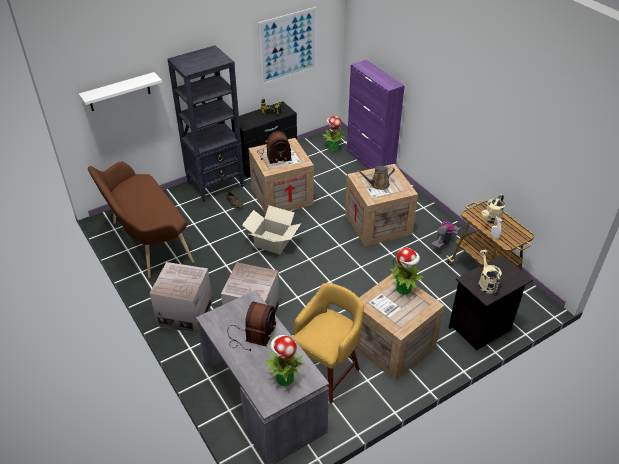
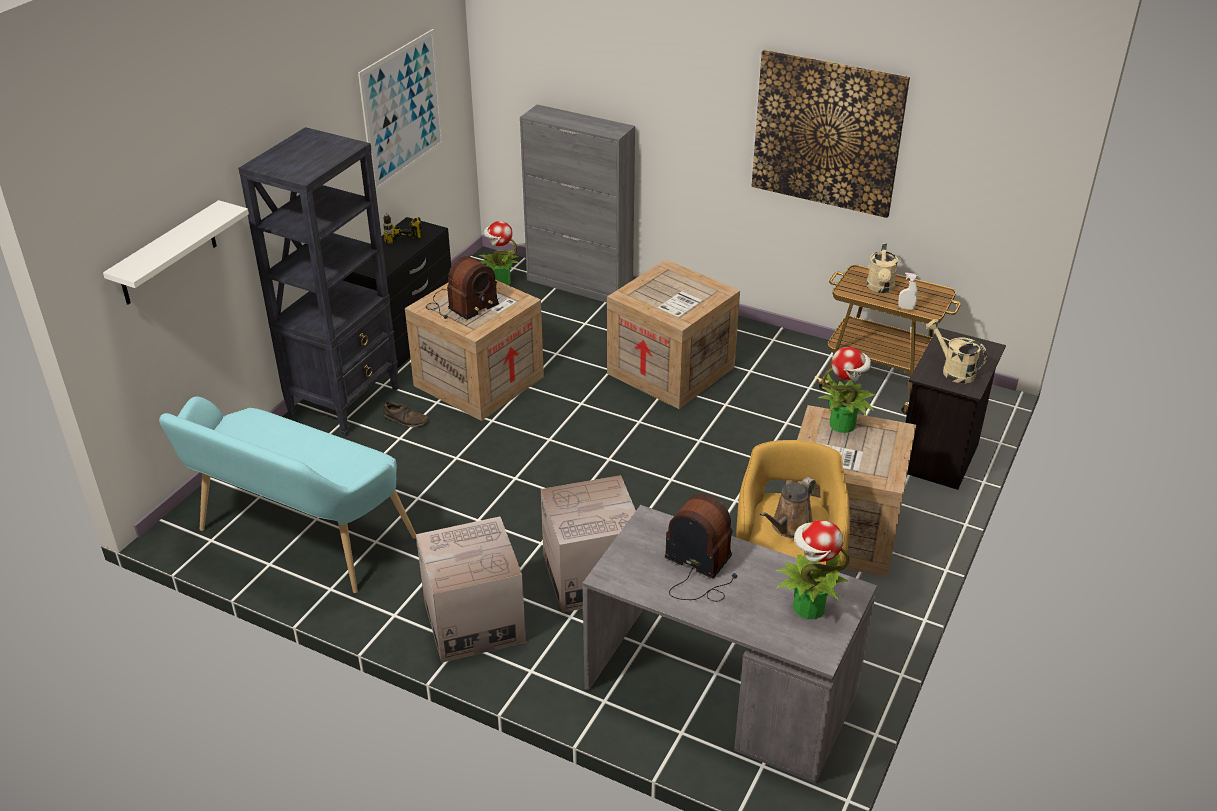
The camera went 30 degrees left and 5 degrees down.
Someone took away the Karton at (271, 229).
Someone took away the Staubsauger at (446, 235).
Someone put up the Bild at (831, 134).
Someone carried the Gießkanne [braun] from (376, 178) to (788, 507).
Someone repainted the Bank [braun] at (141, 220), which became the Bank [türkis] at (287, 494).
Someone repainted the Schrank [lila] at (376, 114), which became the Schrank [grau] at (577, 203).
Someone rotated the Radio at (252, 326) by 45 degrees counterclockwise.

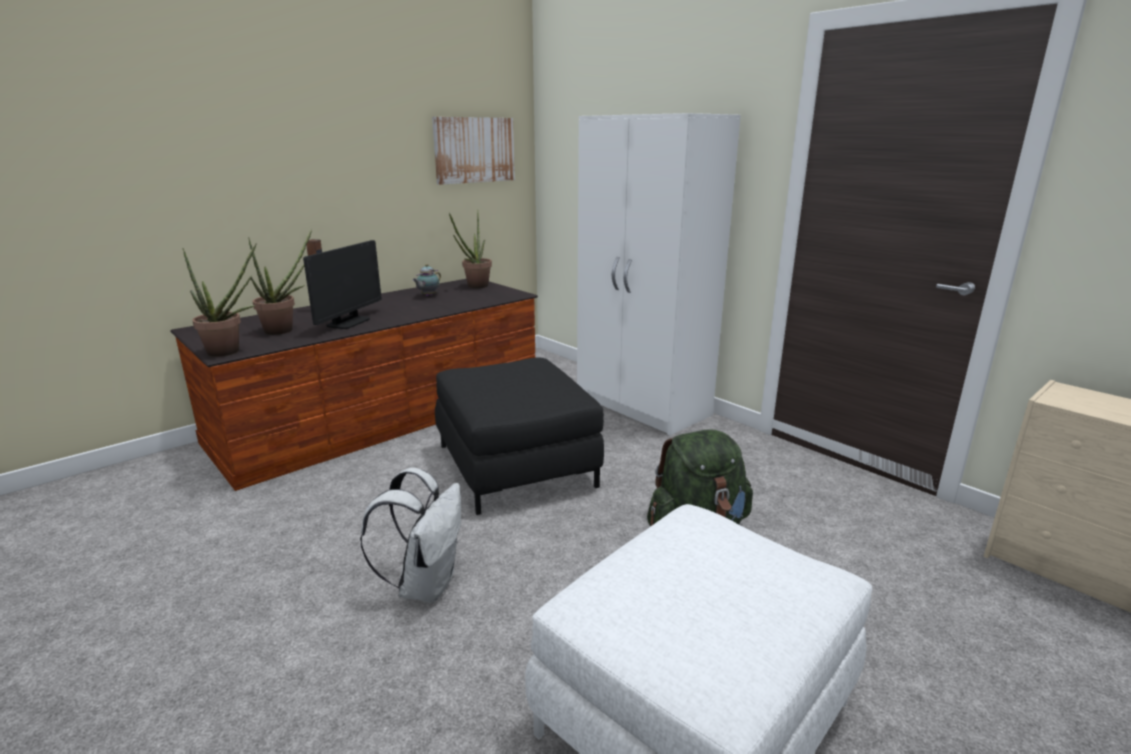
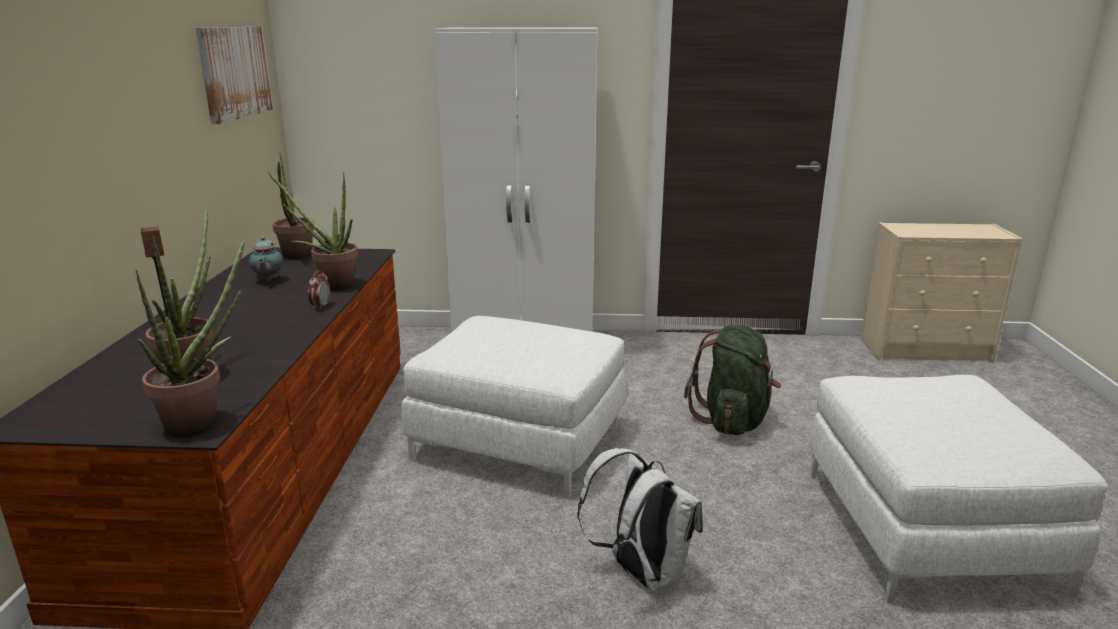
The camera went 45 degrees left and 0 degrees up.
Someone took away the Monitor at (342, 284).
Someone put down the Topfpflanze at (312, 231).
Someone put down the Wecker at (319, 290).
Someone repainted the Polsterhocker [schwarz] at (519, 436), which became the Polsterhocker [weiß] at (514, 407).

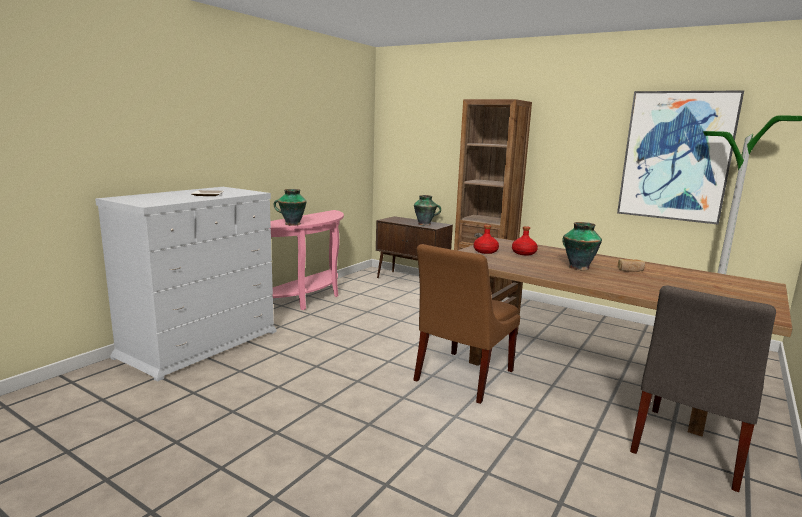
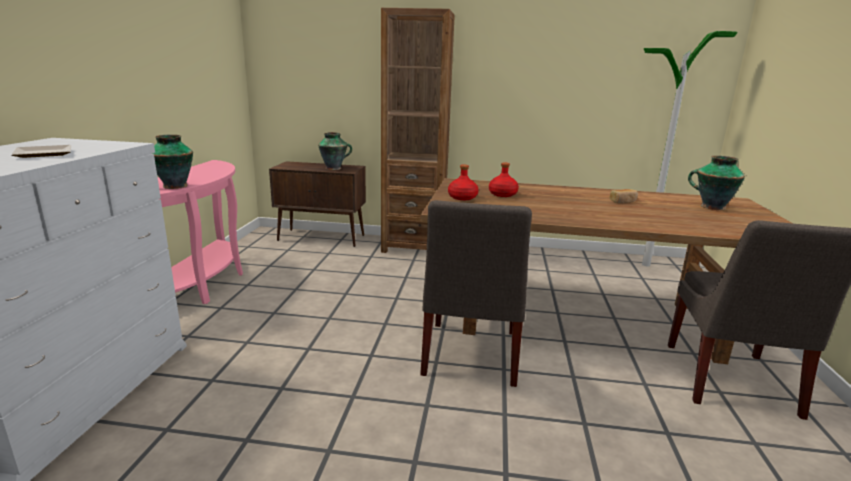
The camera went 25 degrees left and 5 degrees up.
Someone took away the Bild at (680, 157).
Someone carried the Vase from (582, 246) to (716, 183).
Someone repainted the Stuhl [braun] at (466, 324), which became the Stuhl [grau] at (476, 293).

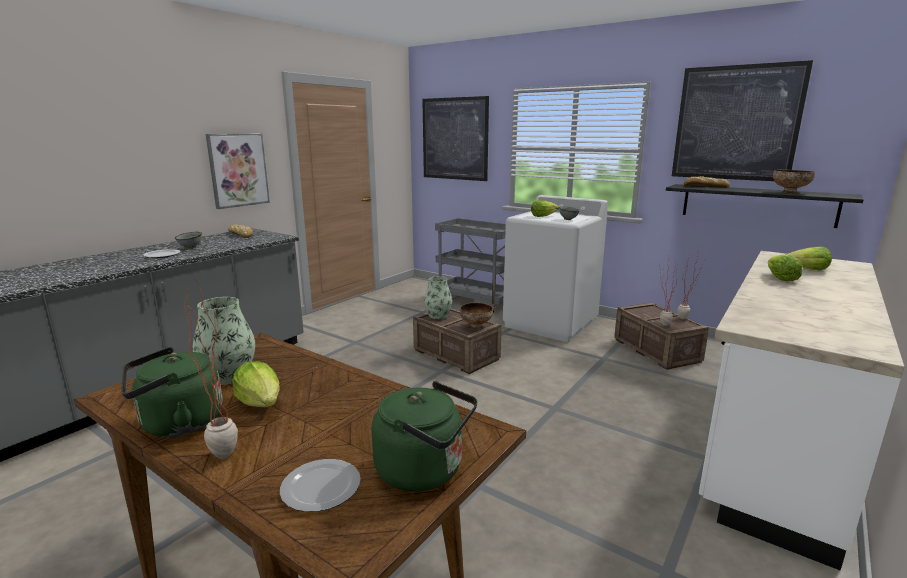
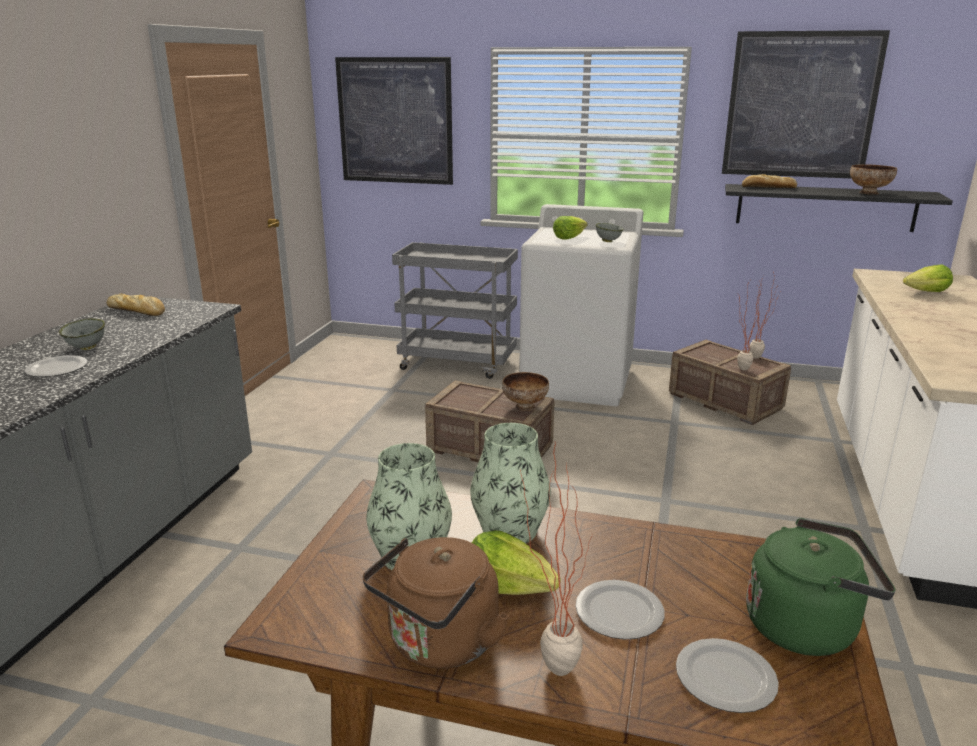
The camera went 20 degrees left and 5 degrees up.
Someone took away the Bild at (238, 171).
Someone took away the Salatkopf at (785, 268).
Someone put down the Teller at (620, 609).
Someone carried the Vase from (438, 297) to (510, 483).
Someone repainted the Wasserkessel [grün] at (172, 392), which became the Wasserkessel [braun] at (436, 603).

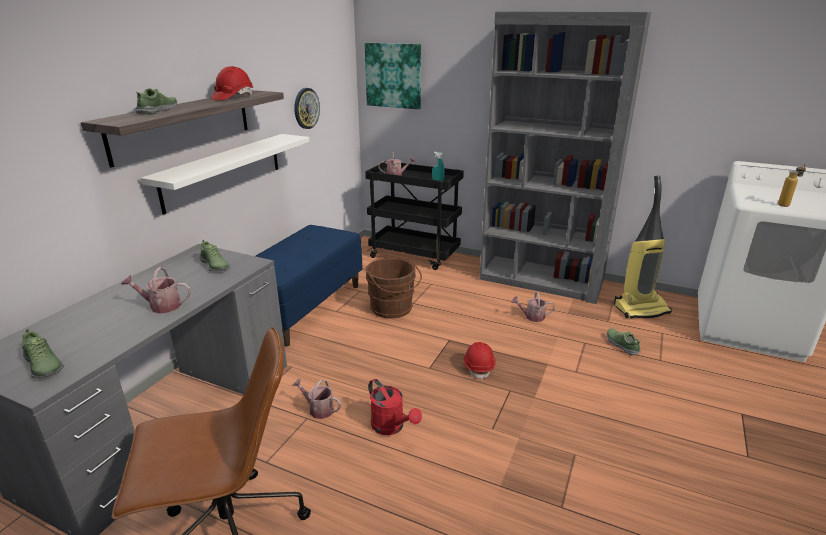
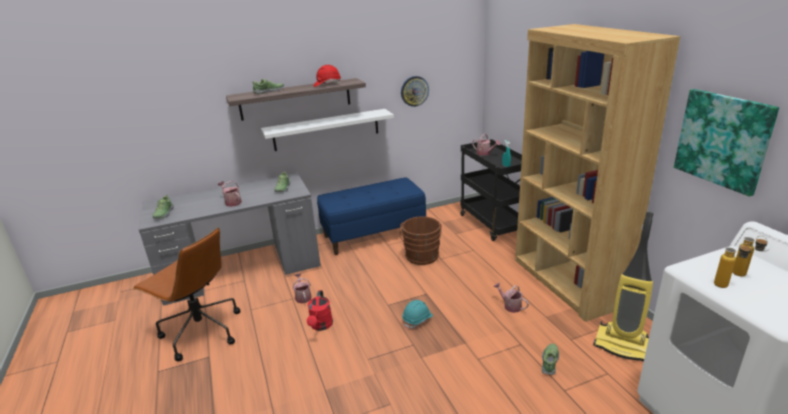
The camera went 45 degrees right and 0 degrees up.
Someone put down the Flasche at (750, 256).
Someone carried the Bild from (393, 76) to (726, 142).
Someone repainted the Schutzhelm [rot] at (480, 361), which became the Schutzhelm [türkis] at (417, 314).
Someone repainted the Bücherregal [grau] at (565, 157), which became the Bücherregal [braun] at (598, 173).

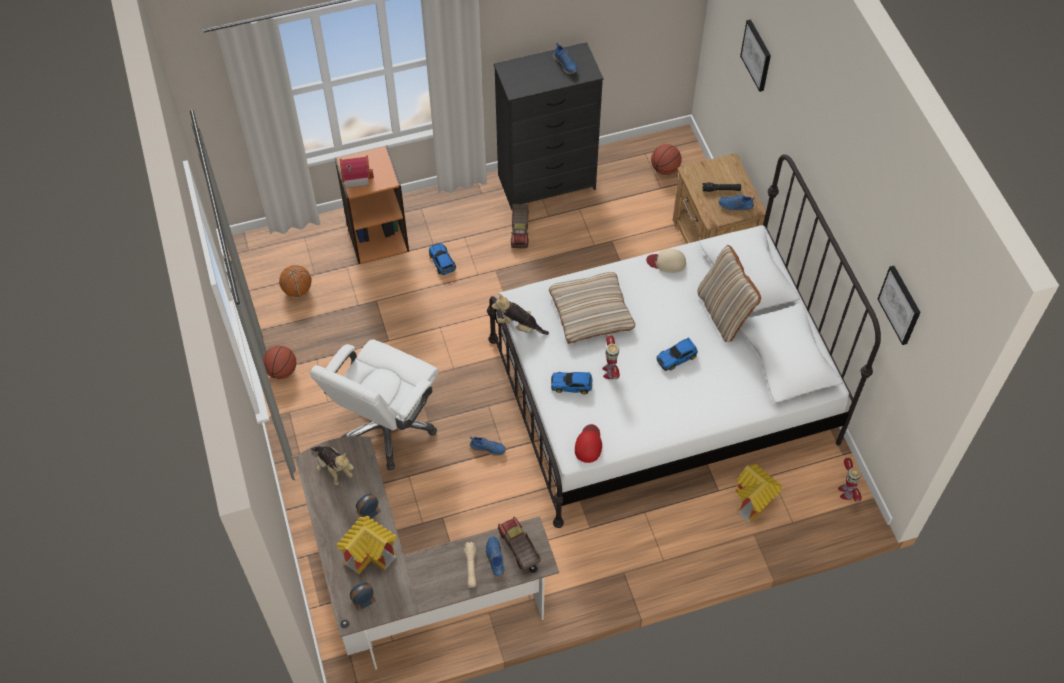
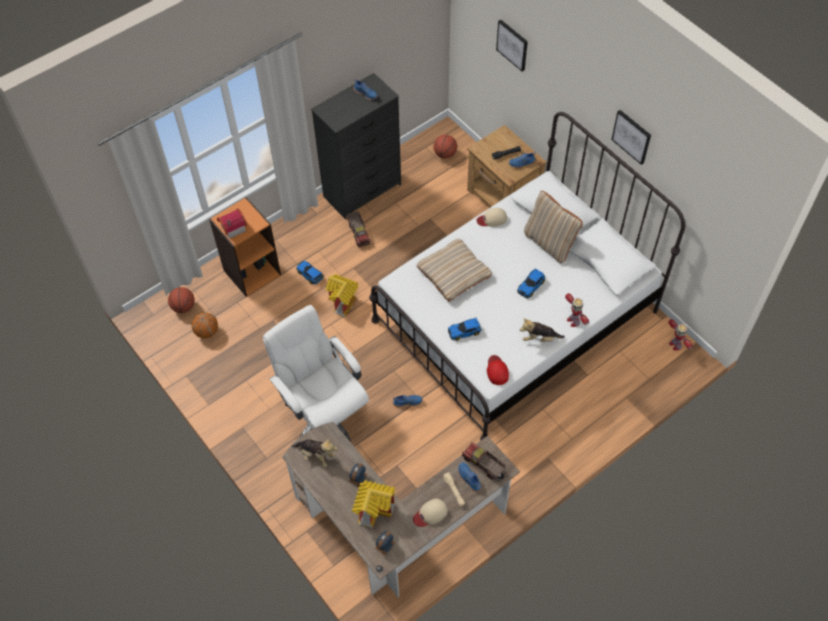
The camera went 20 degrees left and 0 degrees up.
Someone put down the Kappe [beige] at (430, 513).
Someone carried the Basketball from (279, 362) to (181, 300).
Someone carried the Plüschtier from (520, 314) to (542, 330).
Someone carried the Spielzeugroboter from (611, 357) to (577, 310).
Someone carried the Spielzeughaus from (759, 493) to (342, 295).
Someone carried the Bild from (899, 305) to (631, 137).
Someone rotated the Bürostuhl [weiß] at (374, 404) by 135 degrees clockwise.

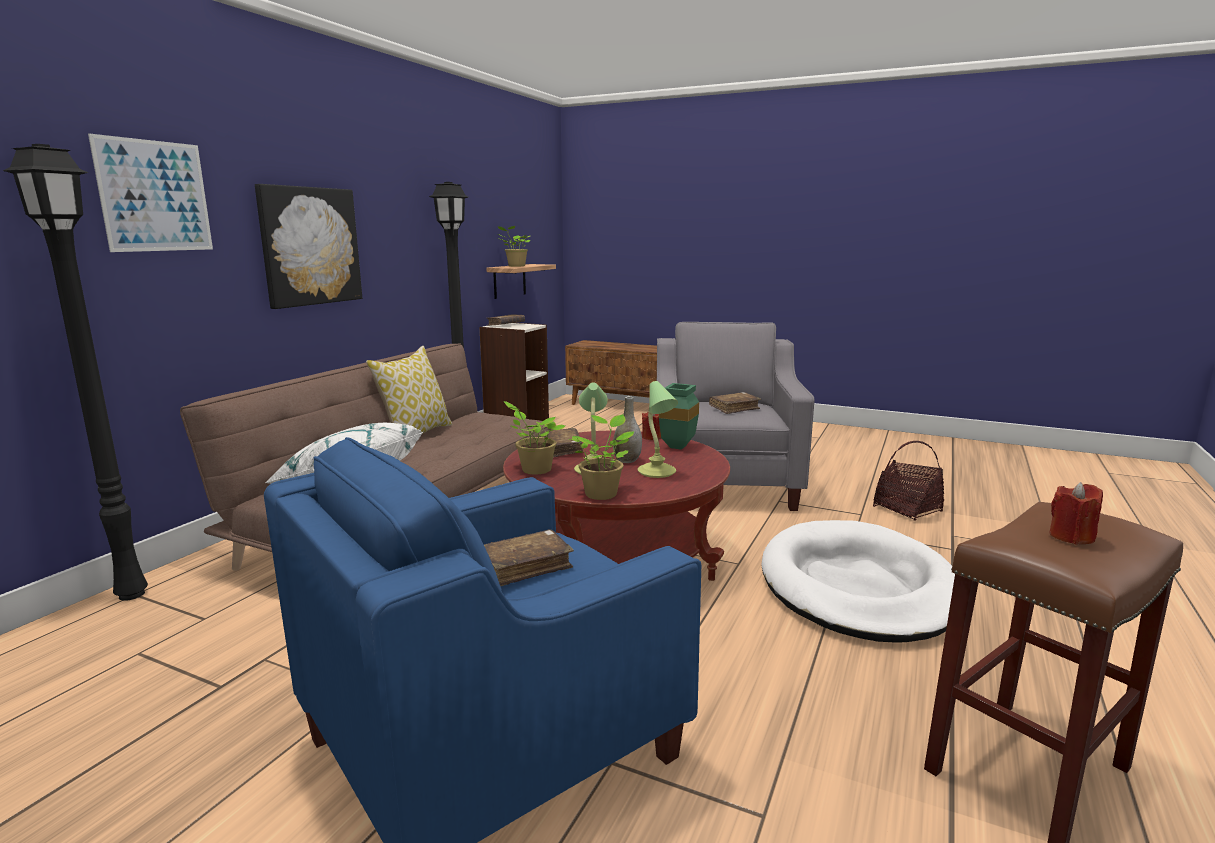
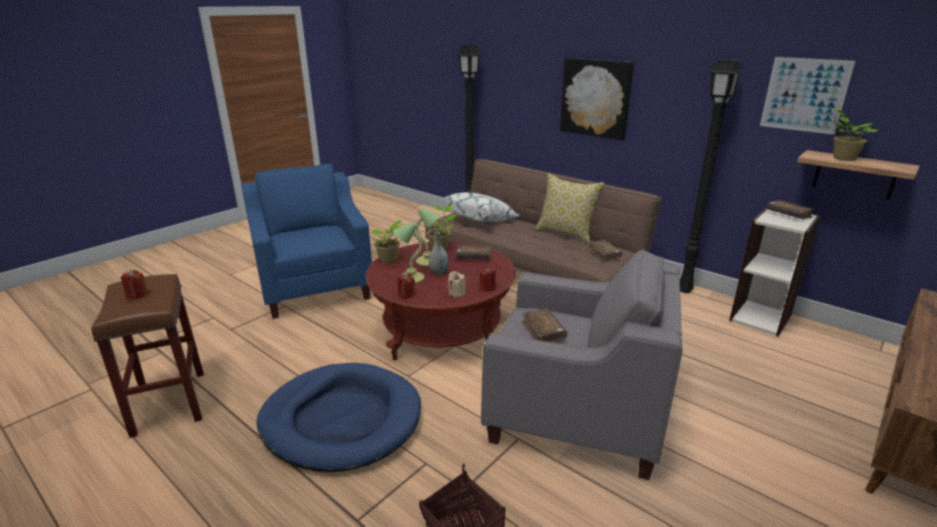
The camera went 105 degrees right and 10 degrees up.
Someone put down the Kerze [rot] at (406, 285).
Someone carried the Bild from (150, 193) to (807, 96).
Someone carried the Buch [braun] from (529, 557) to (604, 251).
Someone swapped the Vase [grün] at (679, 416) for the Kerze [beige] at (456, 284).
Someone repainted the Hundebett [weiß] at (858, 581), which became the Hundebett [blau] at (338, 417).

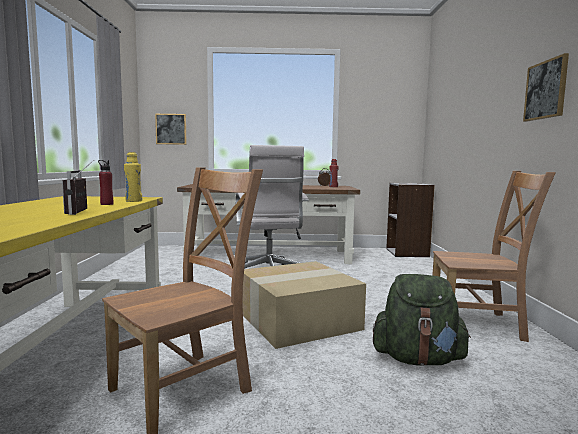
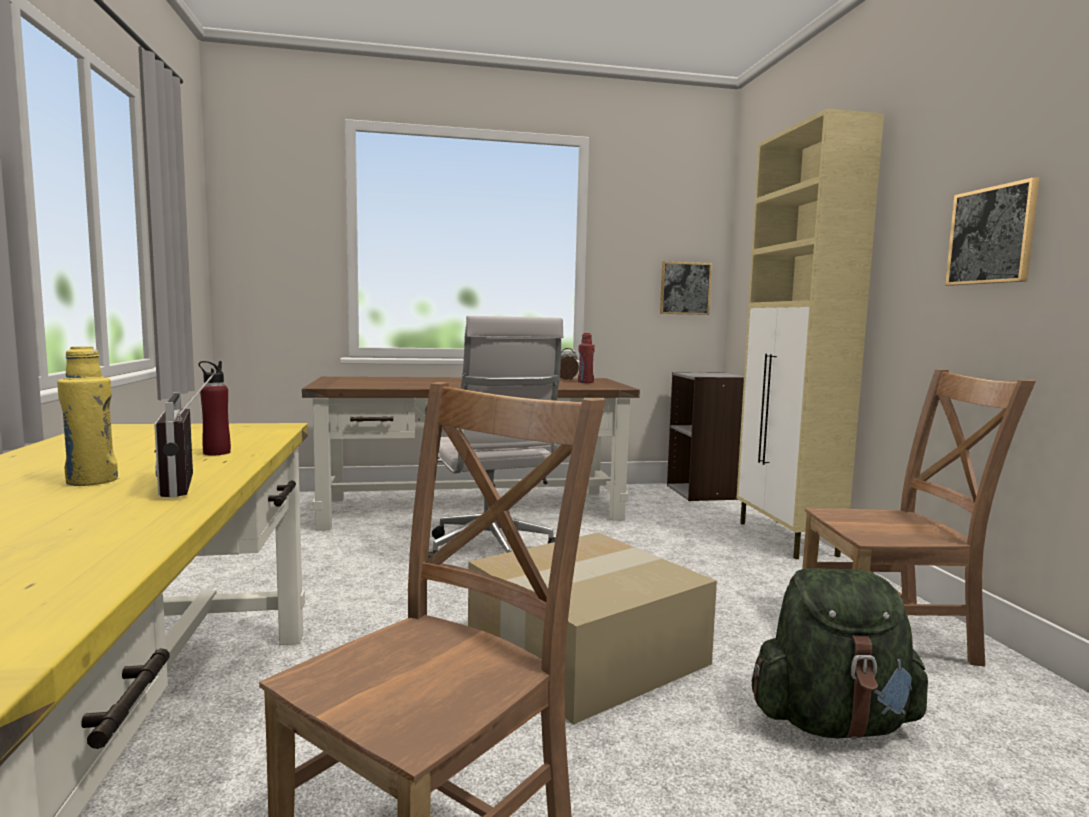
The camera went 10 degrees left and 0 degrees up.
Someone put down the Schrank [beige] at (810, 334).
Someone carried the Flasche [gelb] from (133, 177) to (87, 416).
Someone carried the Bild from (171, 129) to (686, 288).

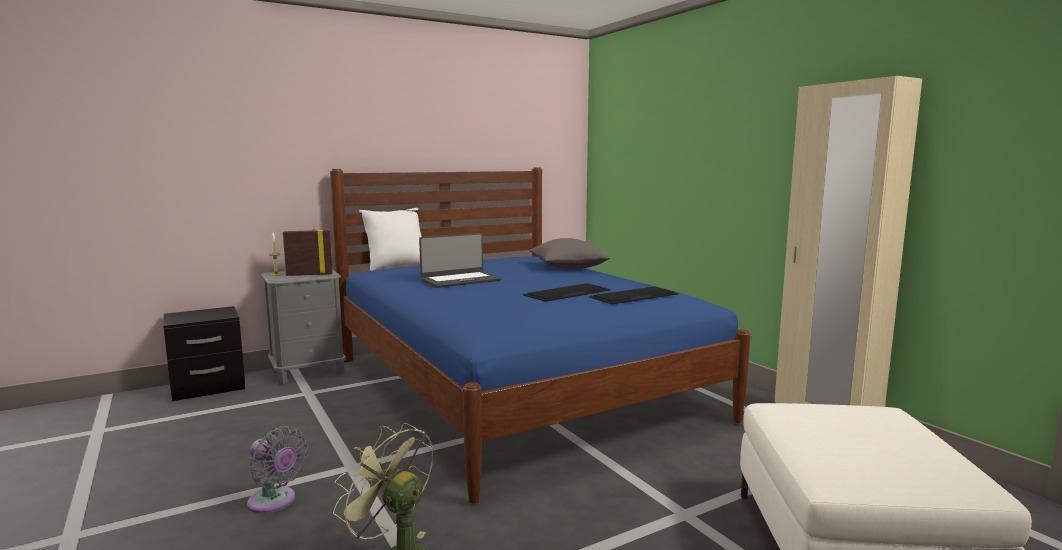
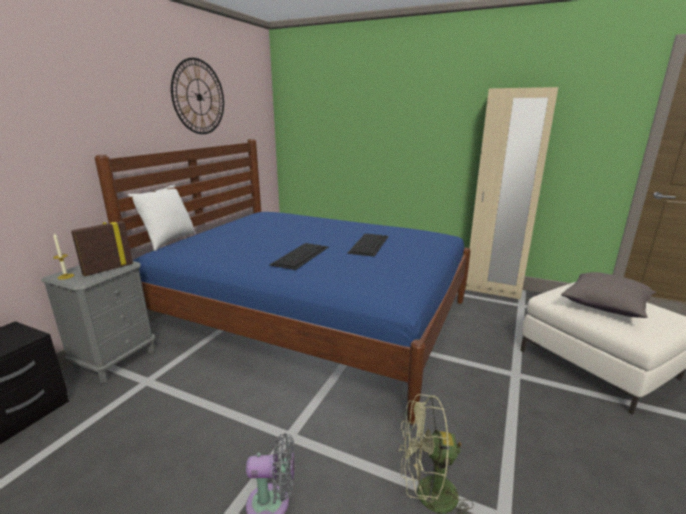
The camera went 35 degrees left and 10 degrees up.
Someone took away the Laptop at (460, 260).
Someone put up the Wanduhr at (197, 96).
Someone carried the Kissen [grau] from (569, 253) to (608, 295).
Someone carried the Tastatur from (634, 295) to (299, 256).

